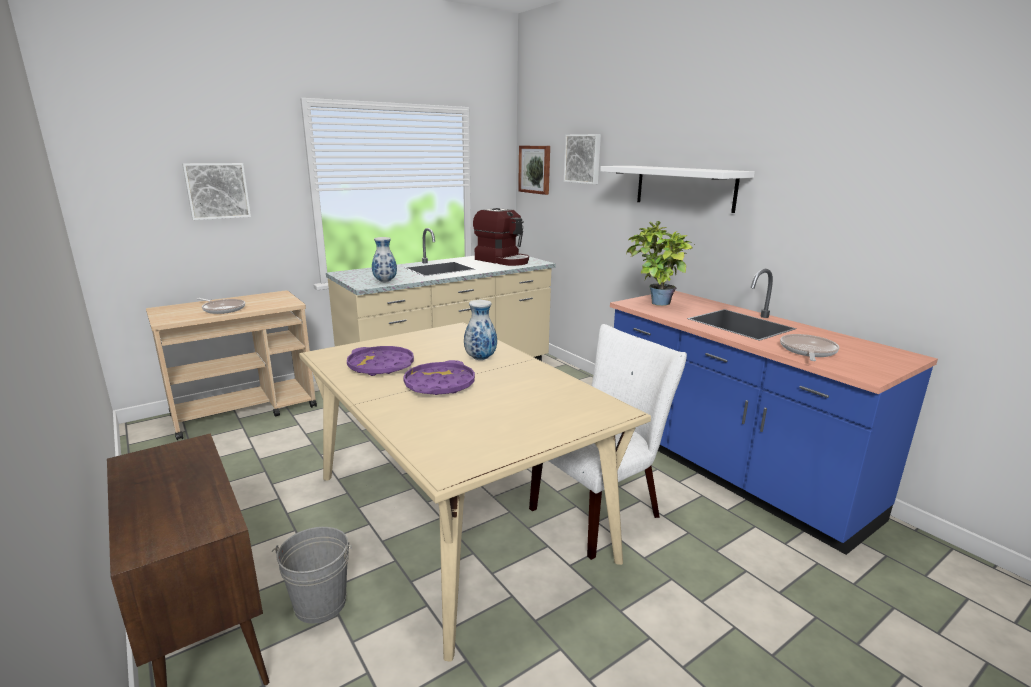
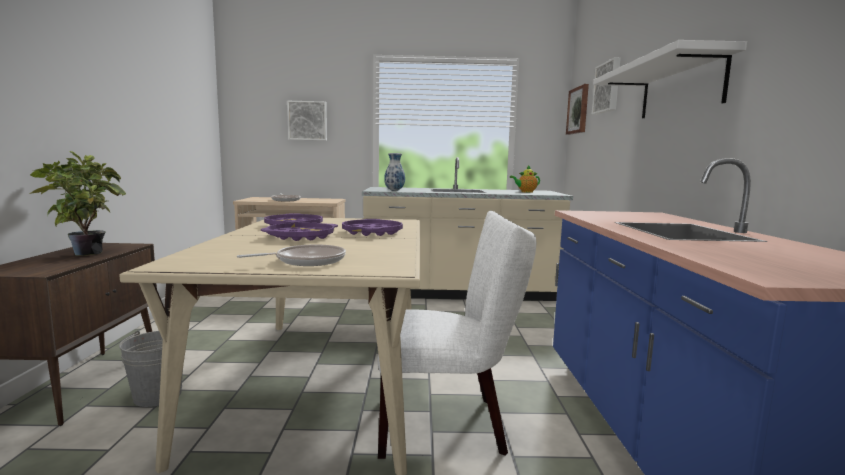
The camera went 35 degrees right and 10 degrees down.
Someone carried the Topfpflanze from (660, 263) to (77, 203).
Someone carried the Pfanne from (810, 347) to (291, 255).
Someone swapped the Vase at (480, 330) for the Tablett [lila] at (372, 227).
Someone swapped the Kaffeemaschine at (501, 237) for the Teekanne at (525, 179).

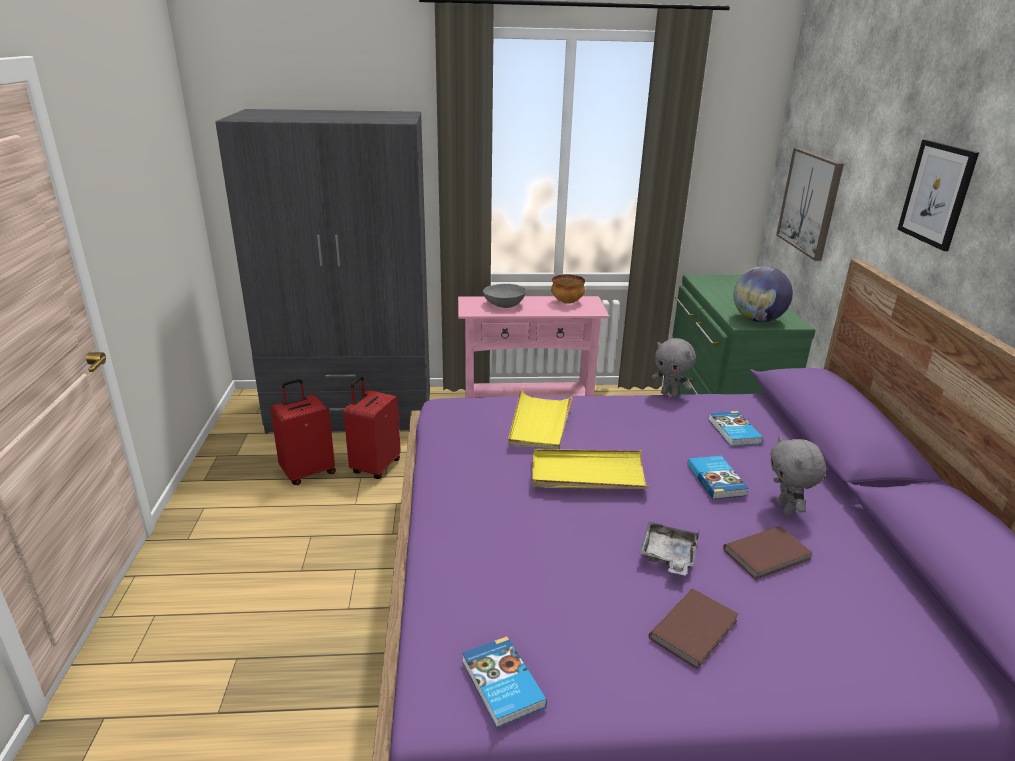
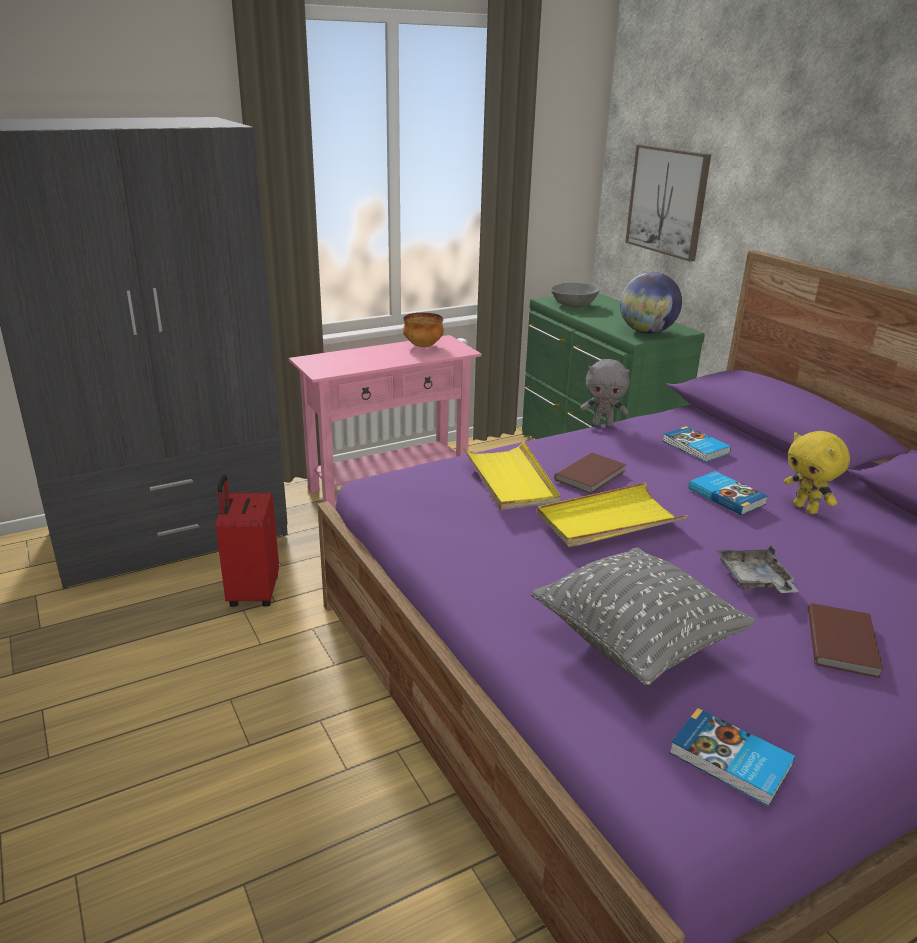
The camera went 25 degrees left and 0 degrees up.
Someone took away the Koffer [rot] at (303, 432).
Someone took away the Bild at (938, 195).
Someone put down the Kissen [grau] at (643, 616).
Someone carried the Schüssel [grau] from (505, 296) to (575, 295).
Someone carried the Buch [braun] from (768, 553) to (590, 473).
Someone repainted the Plüschtier [grau] at (798, 476), which became the Plüschtier [gelb] at (817, 472).

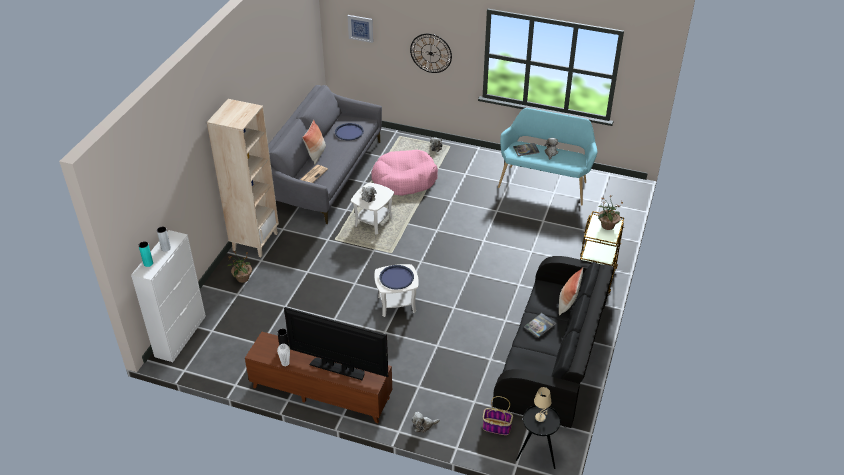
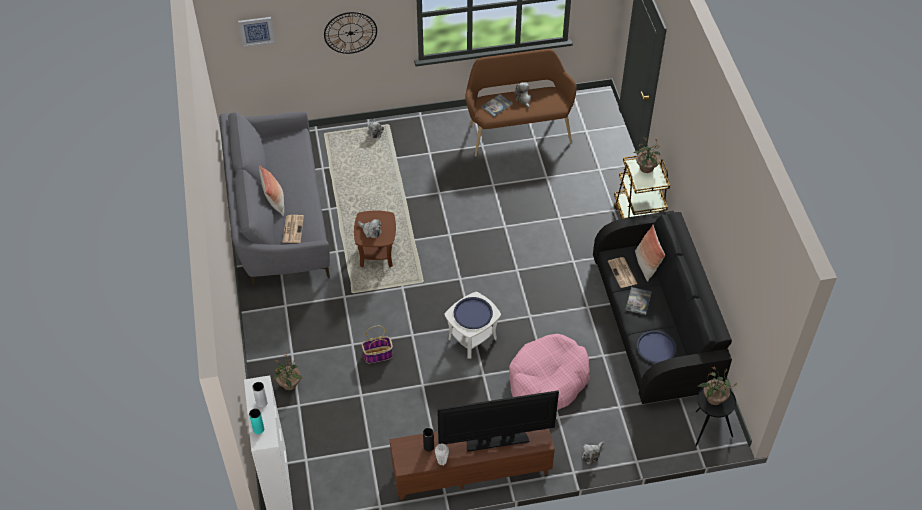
The camera went 30 degrees left and 10 degrees up.
Someone took away the Bücherregal [beige] at (243, 178).
Someone put down the Zeitung at (622, 272).
Someone carried the Tablett [blau] from (349, 131) to (656, 347).
Someone carried the Hundebett [rosa] from (404, 173) to (549, 372).
Someone carried the Korb from (498, 415) to (377, 344).
Someone swapped the Tischlampe [beige] at (542, 404) for the Topfpflanze at (717, 386).
Someone repainted the Beistelltisch [weiß] at (372, 208), which became the Beistelltisch [braun] at (375, 239).
Someone repainted the Bank [türkis] at (547, 157), which became the Bank [braun] at (521, 102).

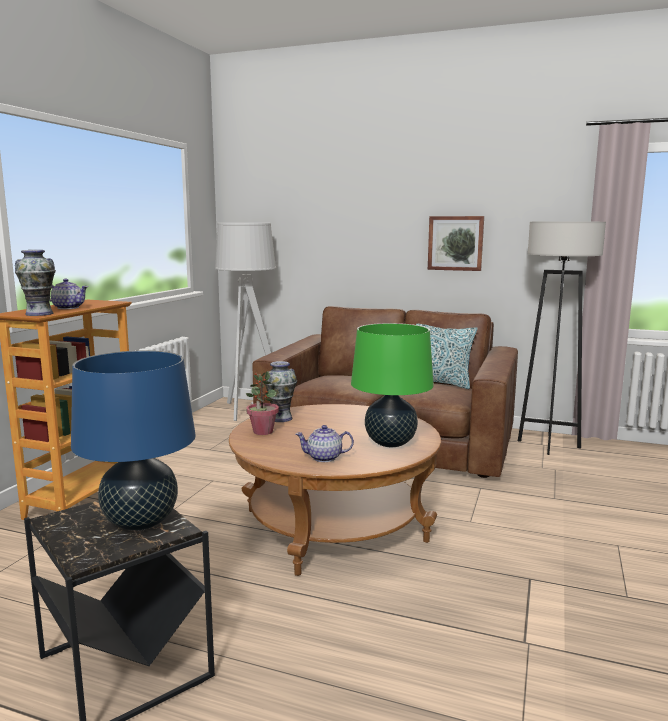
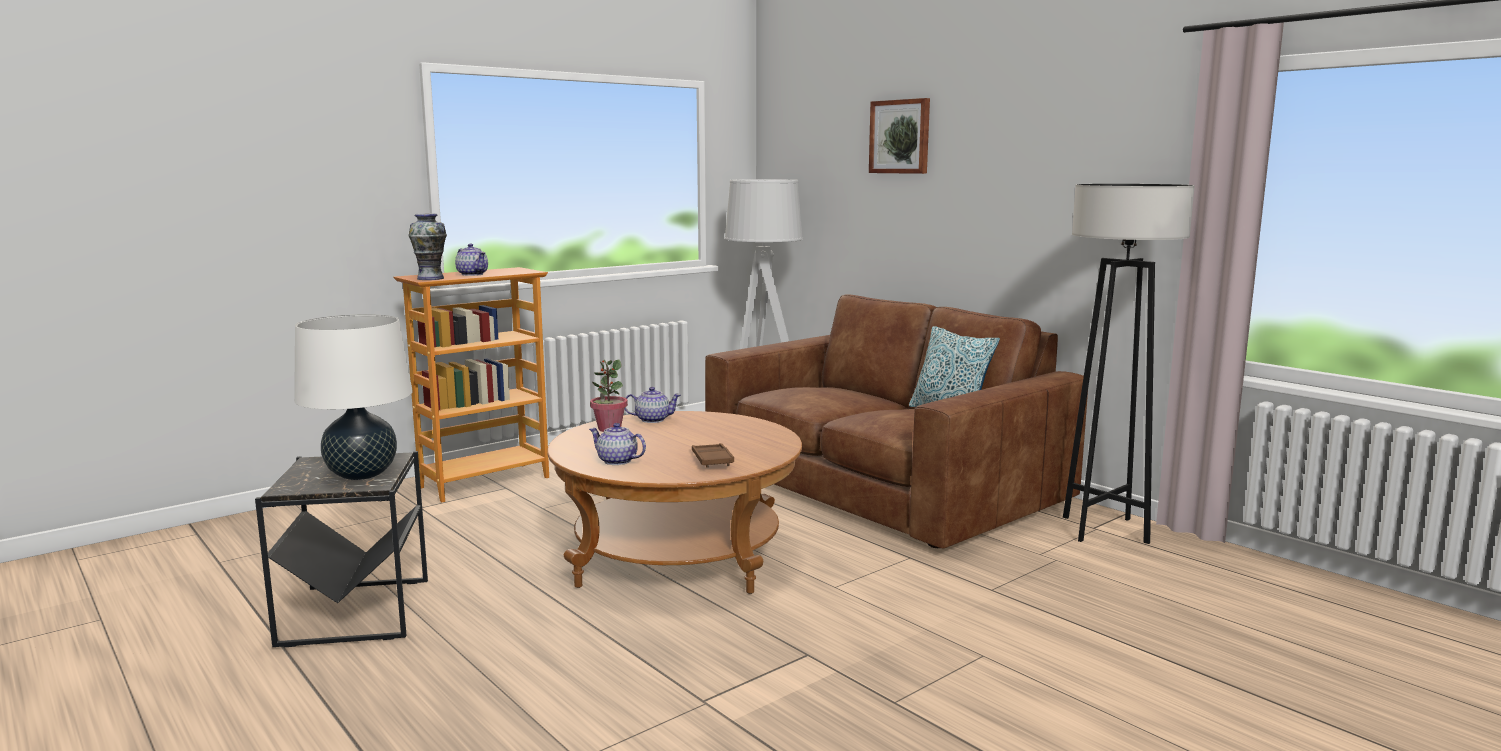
The camera went 30 degrees right and 0 degrees up.
Someone carried the Bild from (456, 243) to (899, 136).
Someone swapped the Vase at (281, 391) for the Teekanne at (653, 405).
Someone swapped the Tischlampe [grün] at (392, 385) for the Tablett [braun] at (713, 455).
Someone repainted the Tischlampe [blau] at (133, 440), which became the Tischlampe [weiß] at (353, 397).

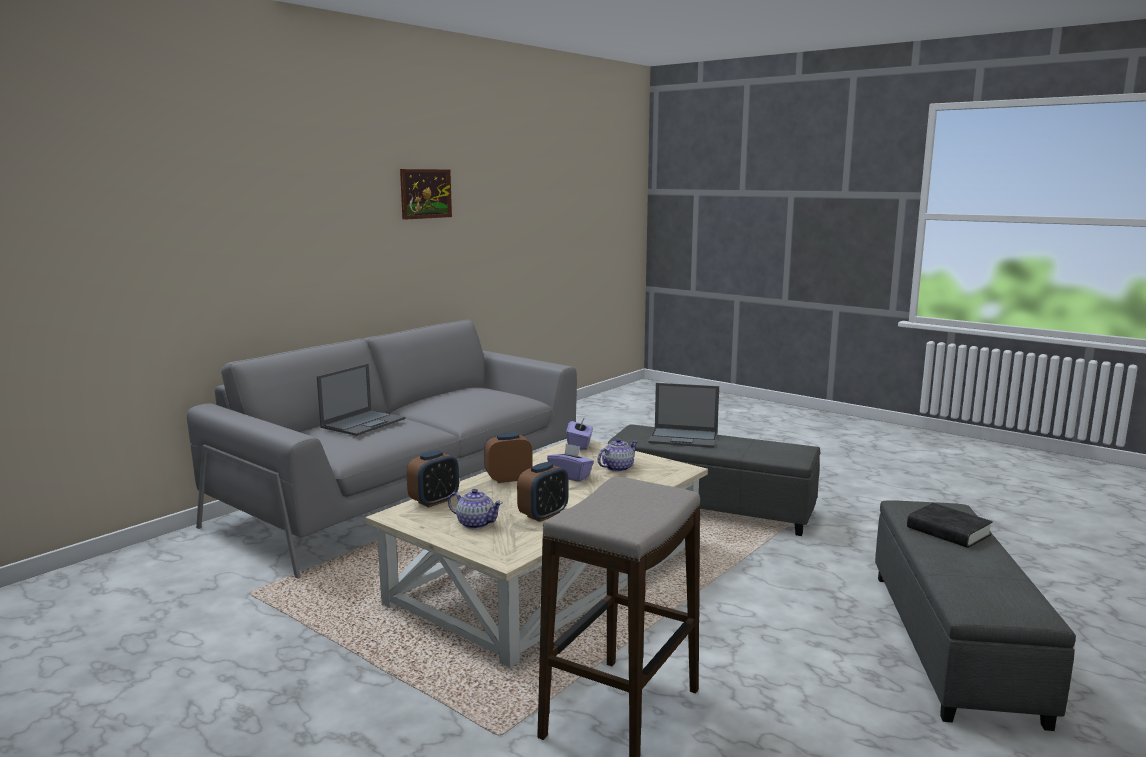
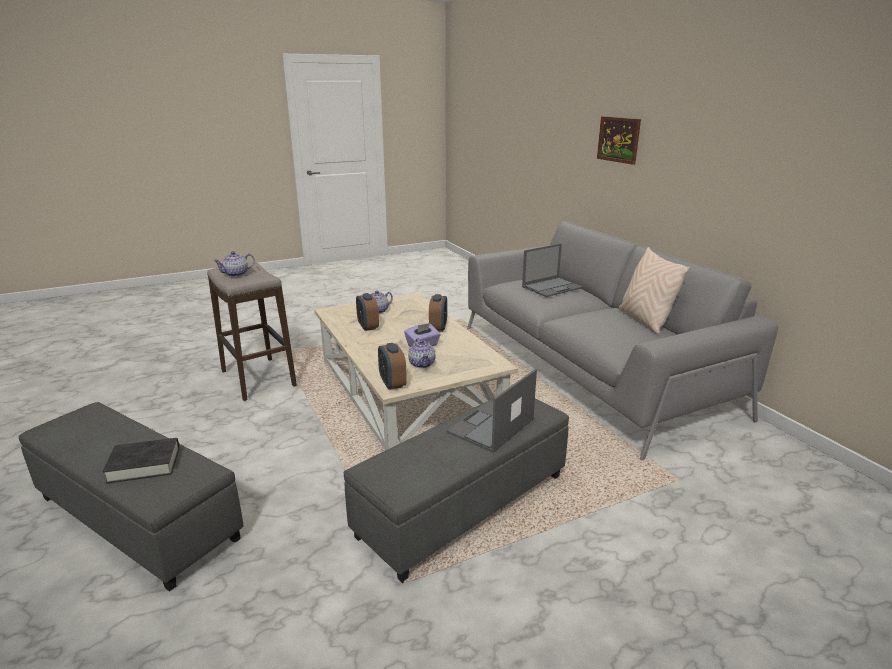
The camera went 115 degrees right and 10 degrees up.
Someone took away the Taschentuchbox [lila] at (579, 433).
Someone put down the Teekanne at (234, 264).
Someone put down the Kissen [beige] at (654, 290).
Someone carried the Bild from (426, 194) to (619, 140).
Someone carried the Wecker from (433, 478) to (392, 366).
Someone rotated the Laptop at (361, 399) by 90 degrees counterclockwise.

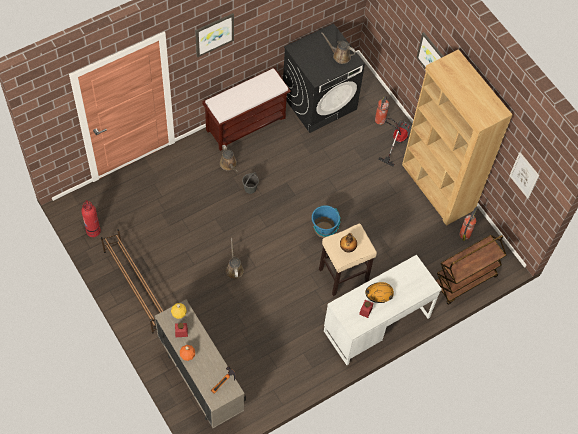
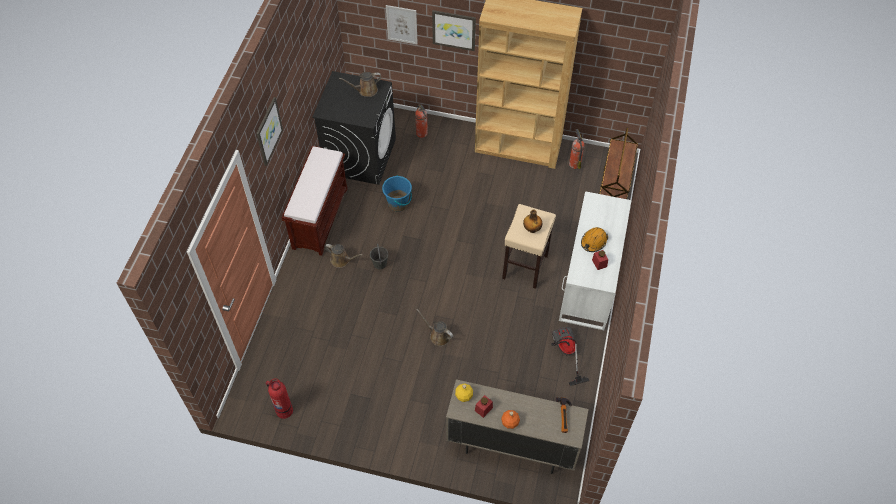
The camera went 40 degrees left and 5 degrees down.
Someone took away the Schuhregal [braun] at (132, 281).
Someone carried the Eimer [blau] from (326, 221) to (397, 193).
Someone carried the Staubsauger from (395, 142) to (570, 356).
Someone carried the Bild from (524, 175) to (402, 25).

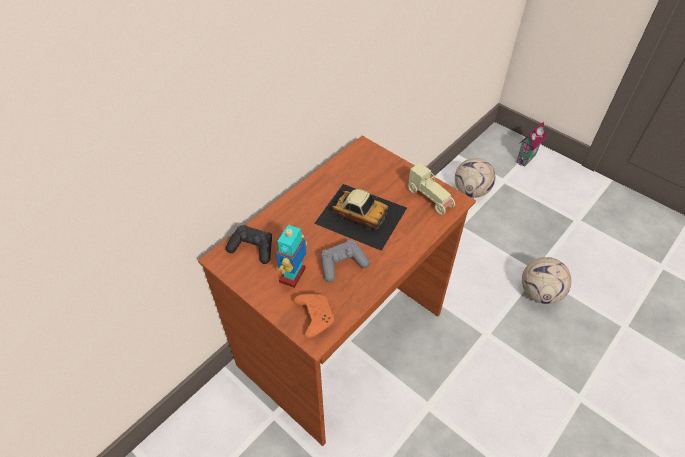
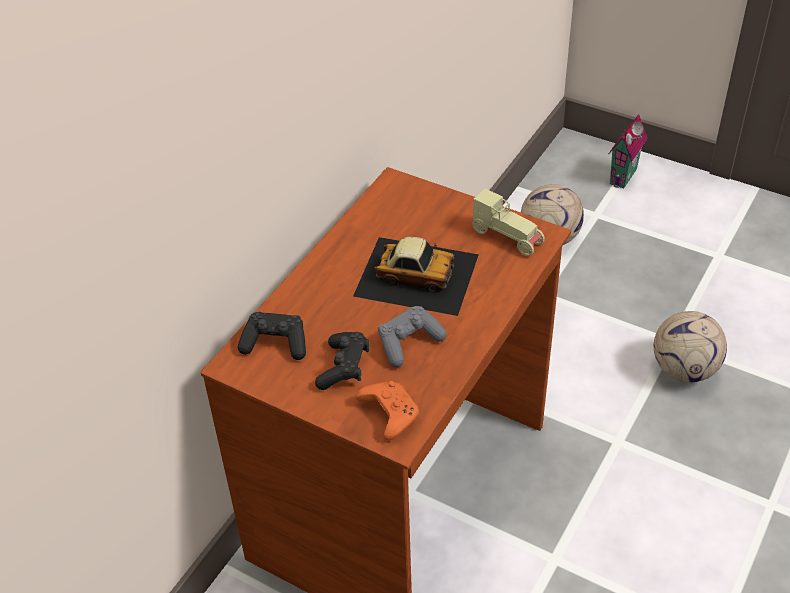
The camera went 10 degrees left and 5 degrees down.
Someone swapped the Spielzeugroboter at (291, 256) for the Gamepad [schwarz] at (342, 361).

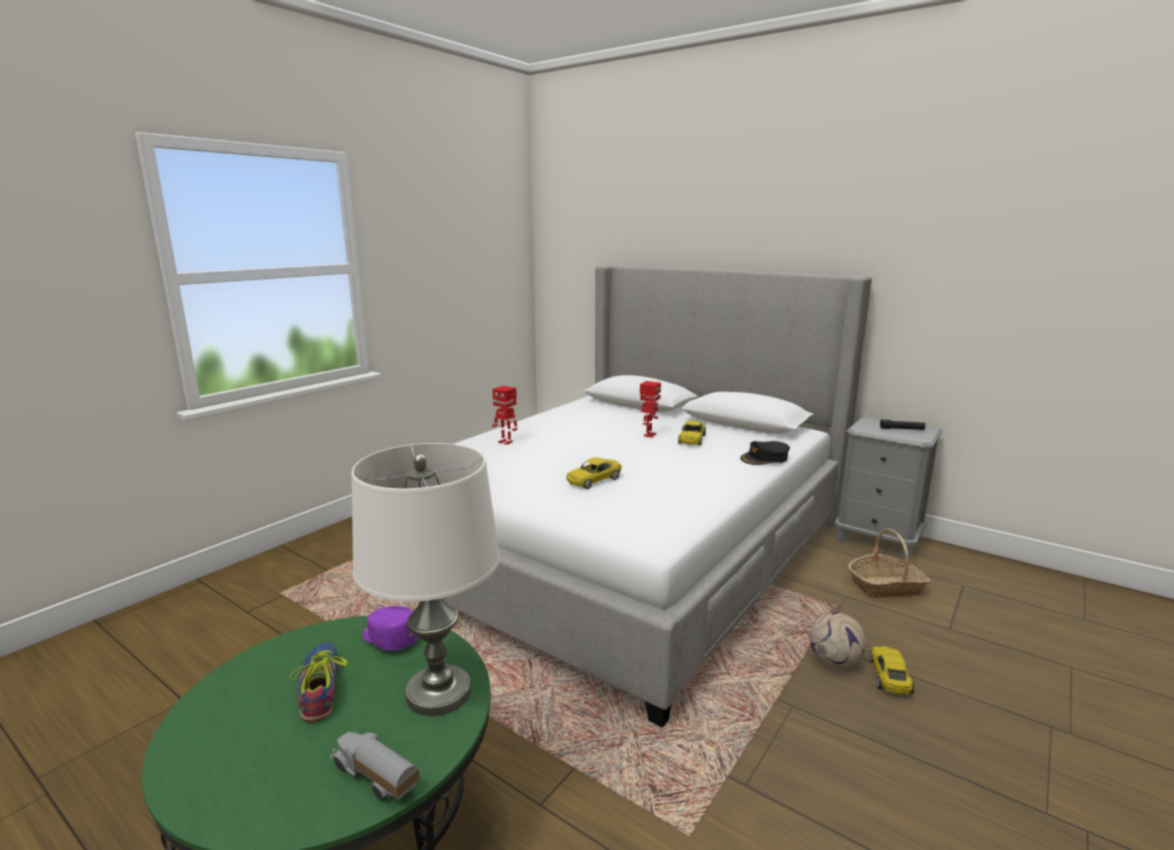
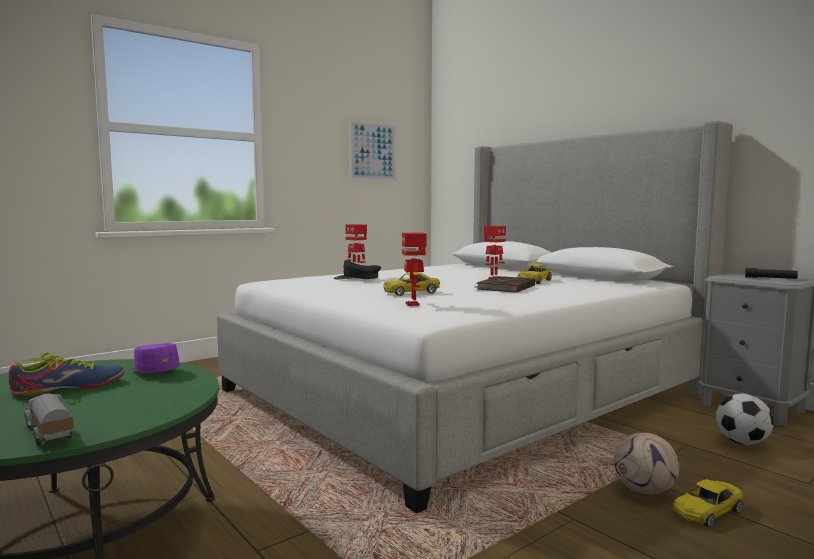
The camera went 15 degrees right and 10 degrees down.
Someone took away the Tischlampe [weiß] at (426, 579).
Someone put up the Bild at (372, 150).
Someone put down the Spielzeugroboter at (414, 269).
Someone put down the Buch [braun] at (505, 284).
Someone carried the Kappe [schwarz] from (765, 453) to (357, 269).
Someone swapped the Korb at (889, 563) for the Fußball at (745, 419).
Someone rotated the Schuh at (319, 682) by 60 degrees clockwise.
Someone rotated the Spielzeugauto [gelb] at (892, 670) by 150 degrees counterclockwise.

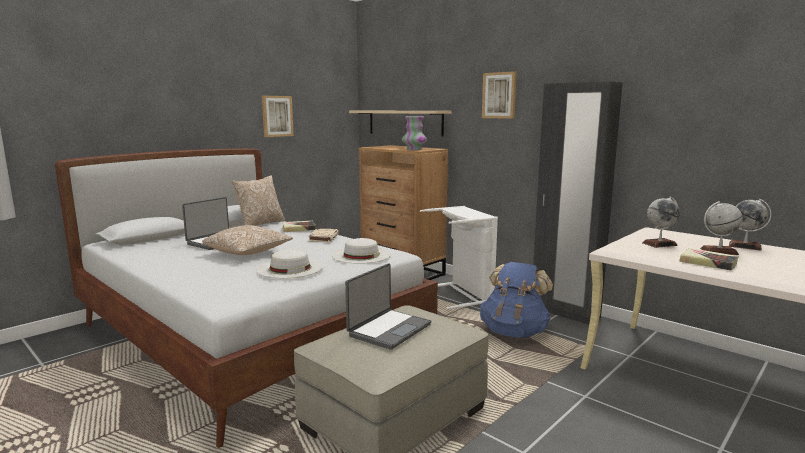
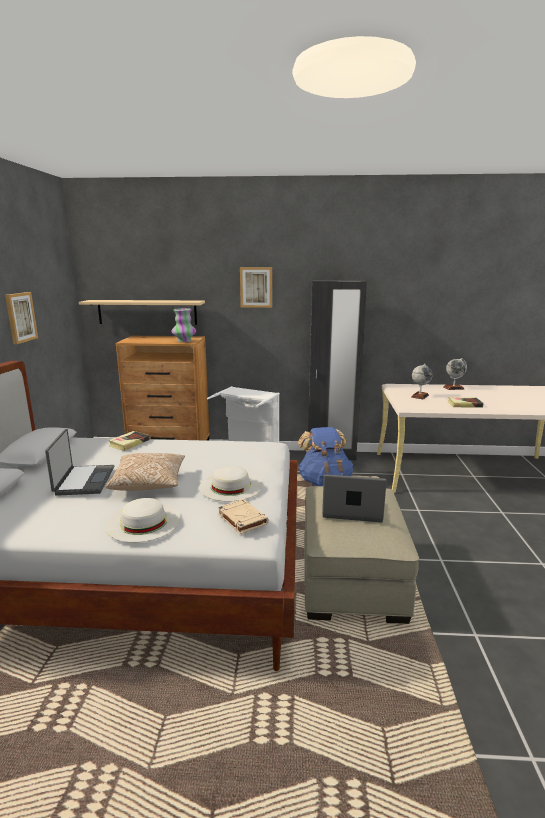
The camera went 40 degrees left and 5 degrees up.
Someone took away the Kissen at (258, 200).
Someone took away the Globus at (721, 228).
Someone carried the Buch [beige] from (323, 235) to (243, 516).
Someone carried the Hut [weiß] from (361, 251) to (143, 520).
Someone rotated the Laptop at (388, 306) by 75 degrees counterclockwise.

